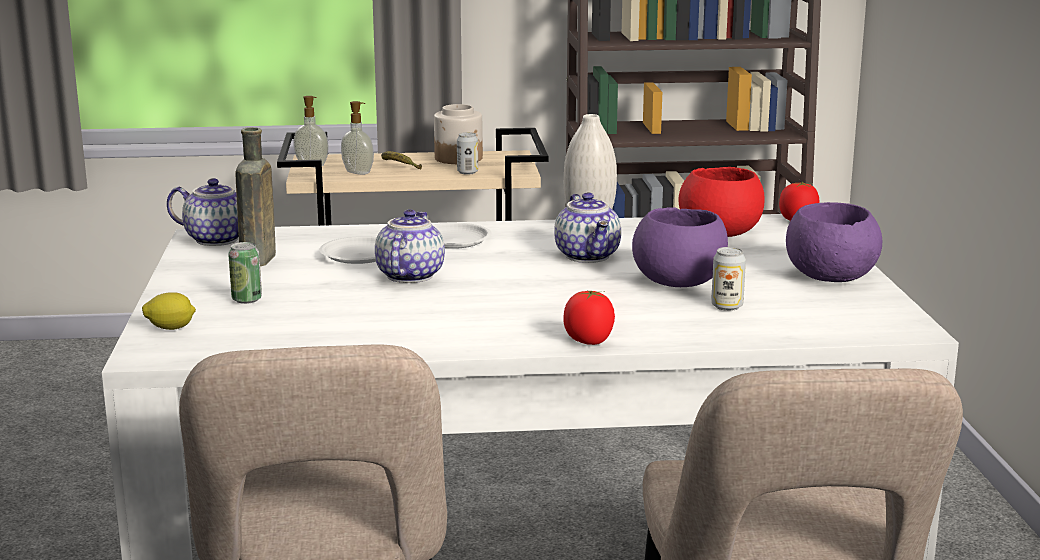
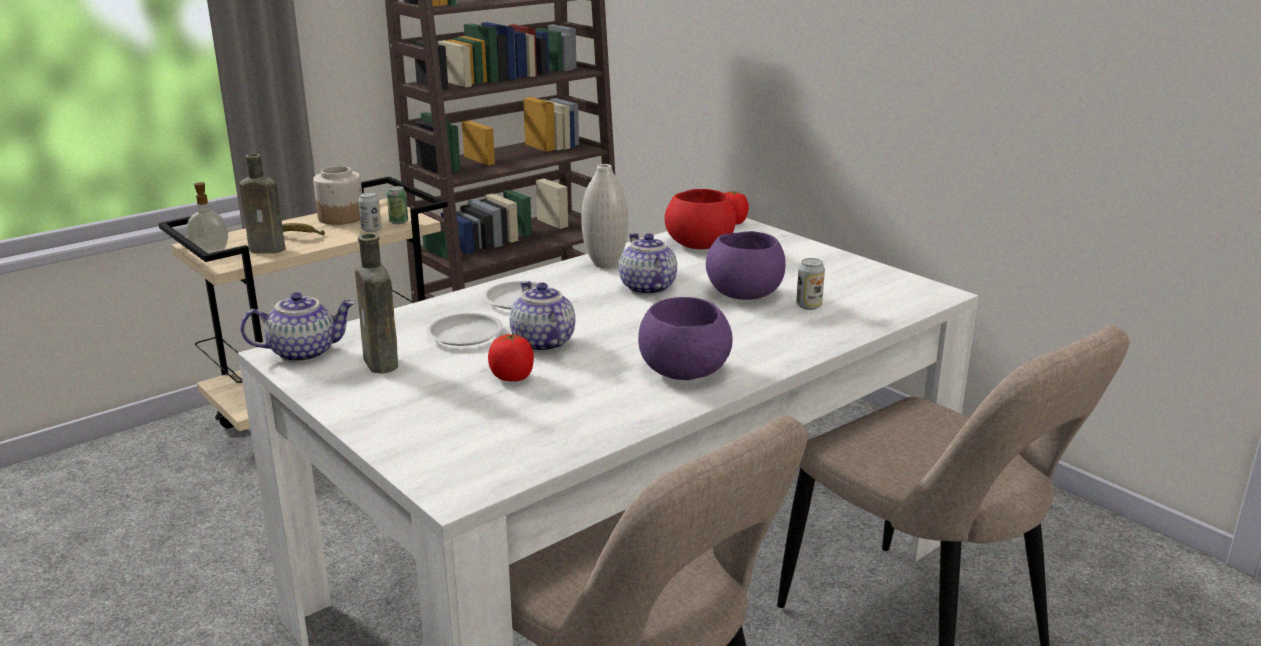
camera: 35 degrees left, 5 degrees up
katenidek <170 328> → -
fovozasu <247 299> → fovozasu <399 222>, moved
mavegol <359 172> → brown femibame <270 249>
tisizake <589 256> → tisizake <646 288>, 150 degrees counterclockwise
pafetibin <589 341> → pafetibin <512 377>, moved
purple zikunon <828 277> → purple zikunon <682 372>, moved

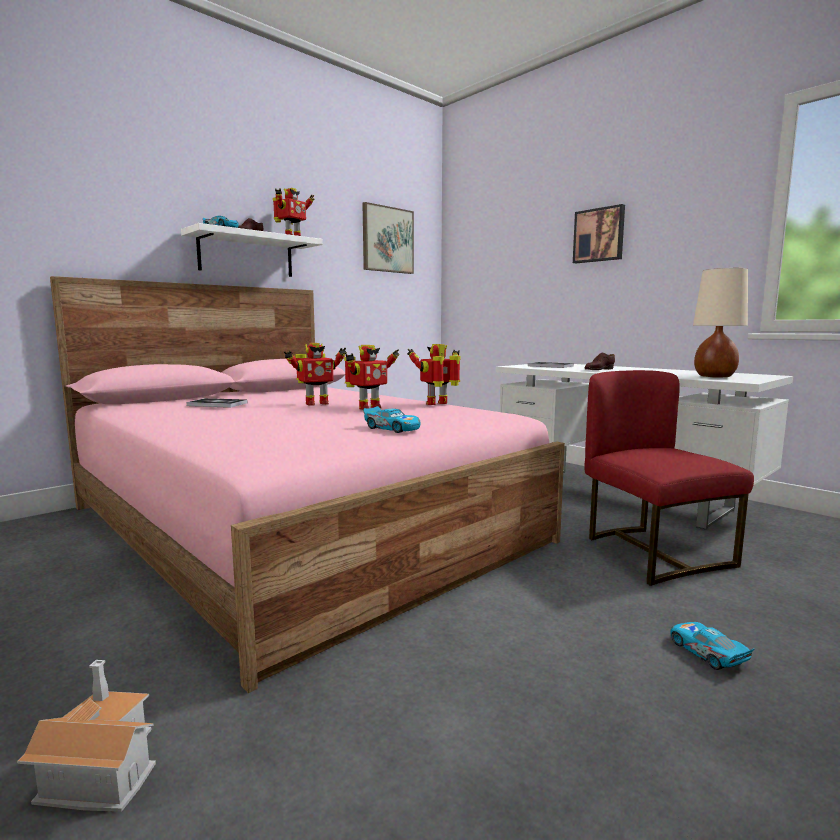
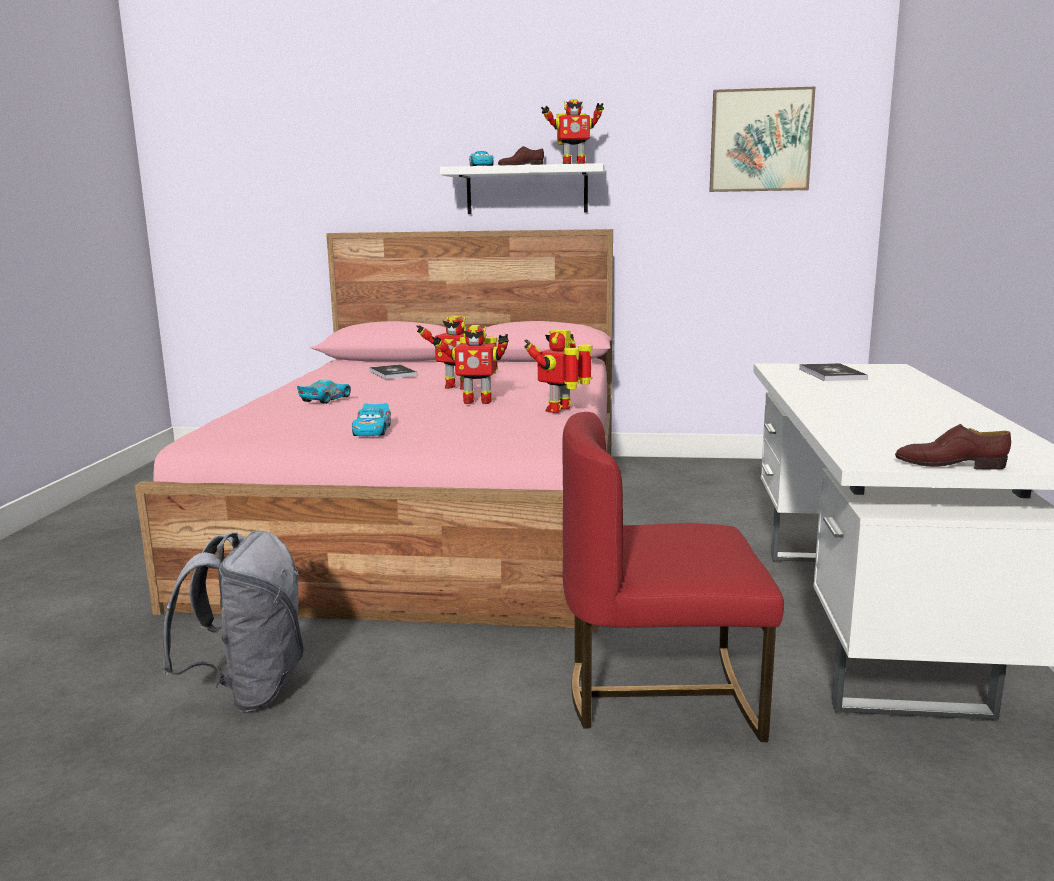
camera: 50 degrees right, 5 degrees up
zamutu <100 767> → -
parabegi <438 404> → parabegi <561 409>, 75 degrees counterclockwise
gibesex <599 235> → -
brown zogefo <598 369> → brown zogefo <949 465>, moved
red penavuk <653 553> → red penavuk <660 693>, 120 degrees counterclockwise
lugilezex <707 653> → lugilezex <326 399>, moved
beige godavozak <714 377> → -
- → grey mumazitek <249 690>

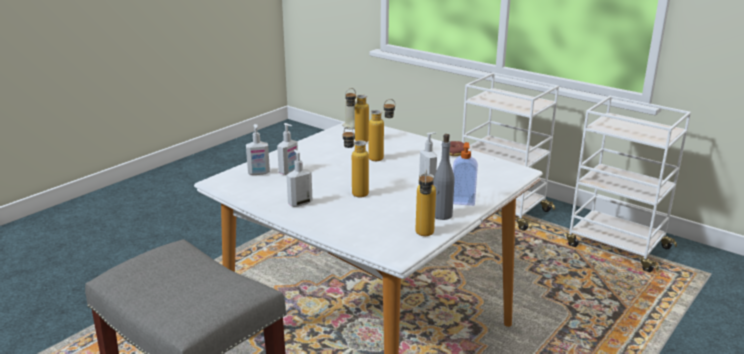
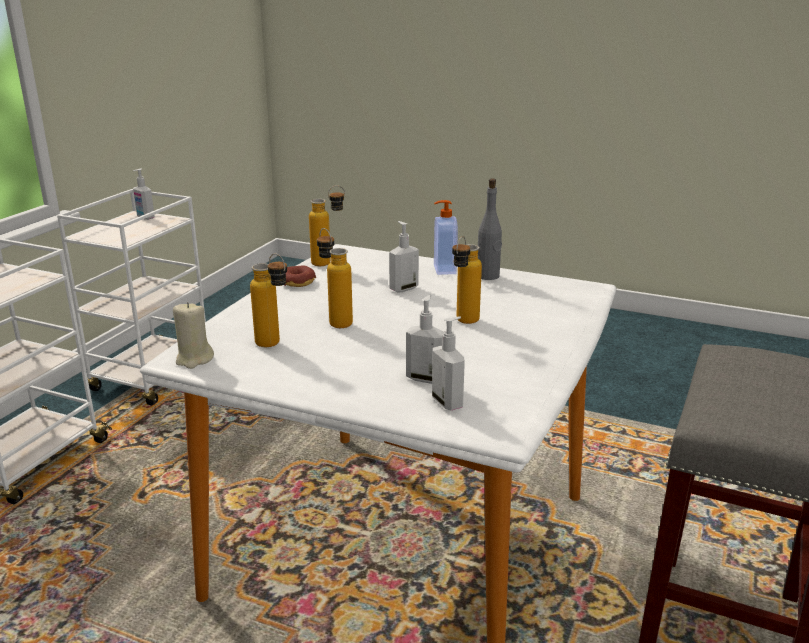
camera: 105 degrees left, 0 degrees up
mavegol <300 203> → mavegol <145 217>, moved
femibame <424 236> → femibame <329 263>, moved

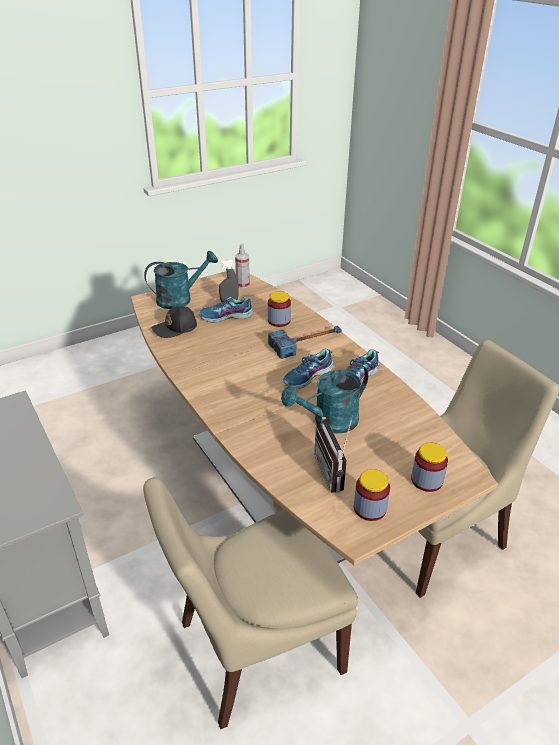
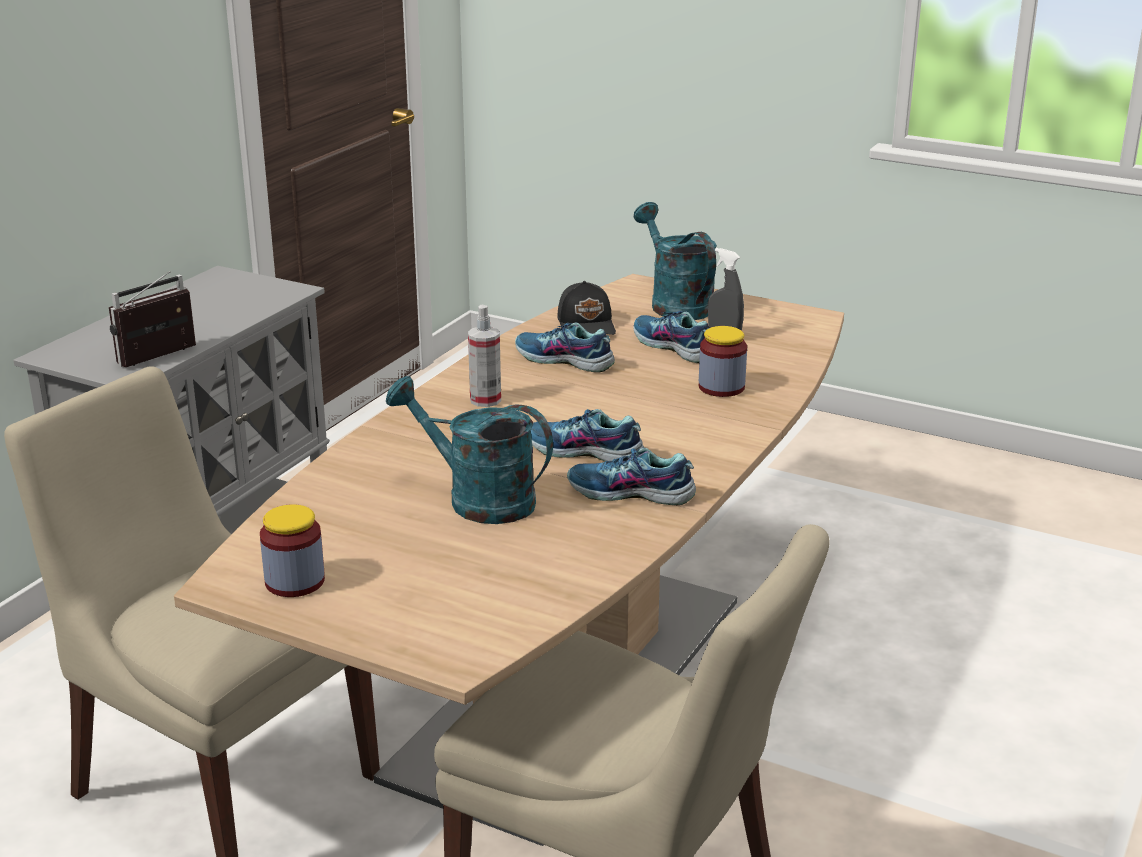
camera: 60 degrees right, 10 degrees down
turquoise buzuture <180 299> → turquoise buzuture <675 303>, 150 degrees counterclockwise
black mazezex <175 328> → black mazezex <587 325>, 135 degrees counterclockwise
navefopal <242 285> → navefopal <485 400>, moved
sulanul <307 343> → -
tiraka <335 472> → tiraka <161 359>, moved
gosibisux <426 480> → -
- → zogefo <564 360>

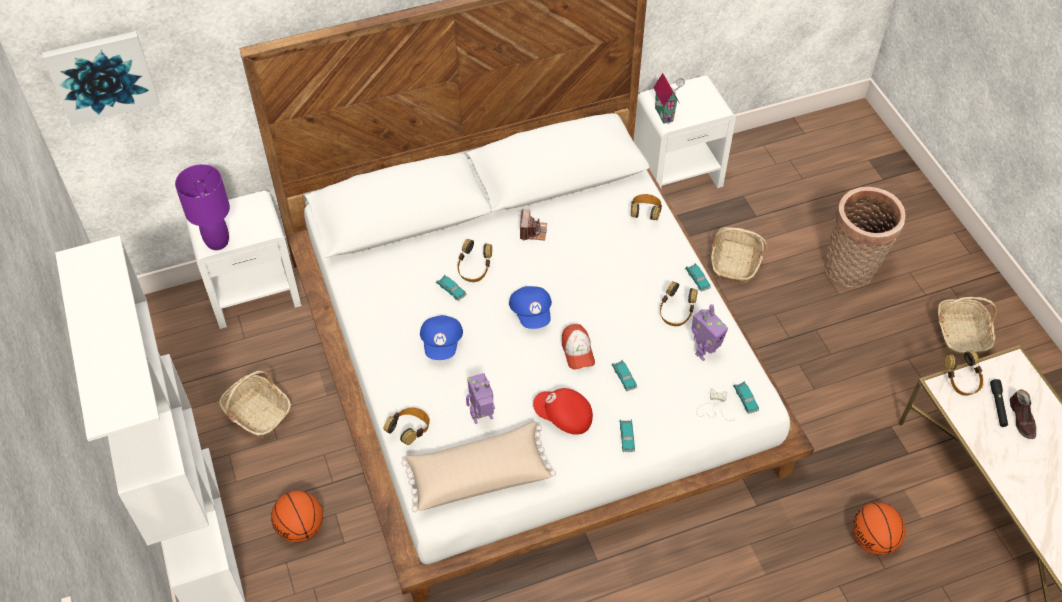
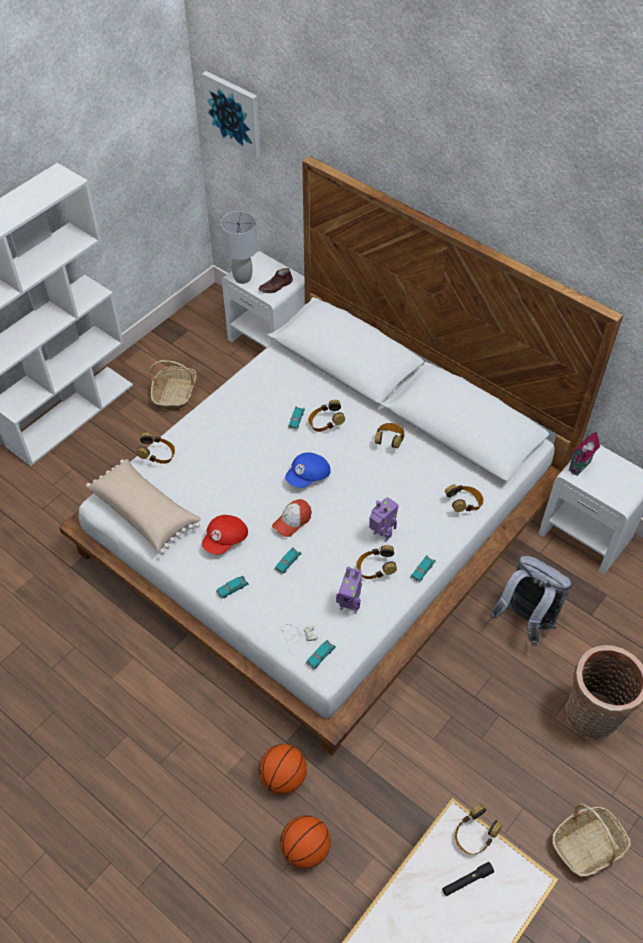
camera: 60 degrees right, 0 degrees up
purple godavozak <218 242> → grey godavozak <243 278>
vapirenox <301 528> → vapirenox <283 778>, moved
blue mazezex <442 343> → -
parabegi <482 417> → parabegi <381 535>, moved
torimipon <532 231> → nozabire <389 441>
red mazezex <563 417> → red mazezex <226 540>, 135 degrees counterclockwise
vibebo <735 262> → grey mumazitek <525 620>
brown zogefo <1022 419> → brown zogefo <276 286>, moved

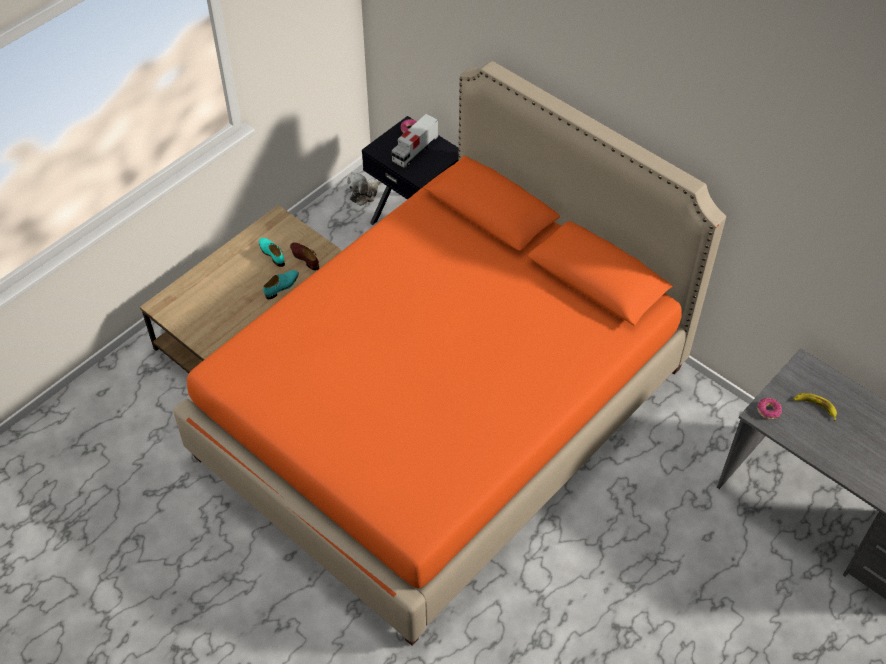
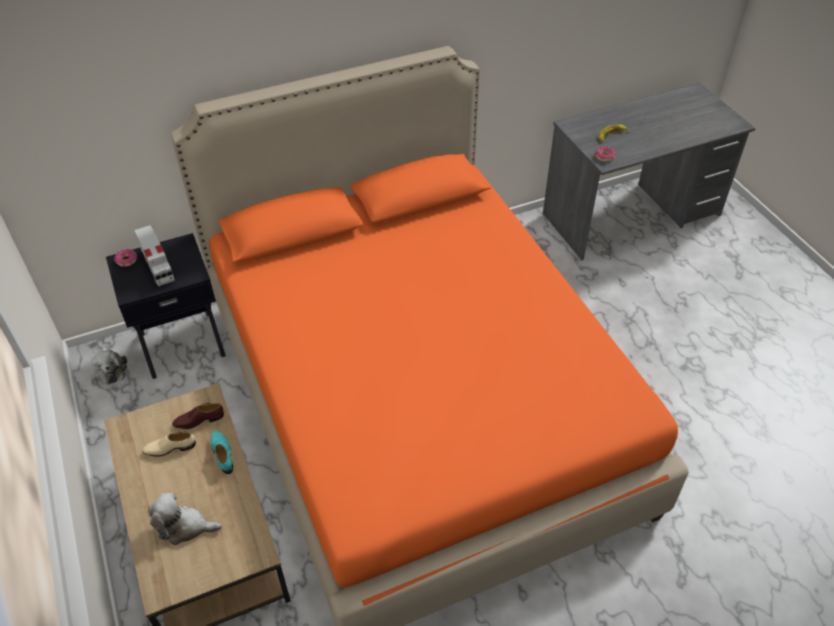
camera: 65 degrees left, 5 degrees down
turquoise zogefo <272 254> → beige zogefo <170 448>
- → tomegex <184 527>

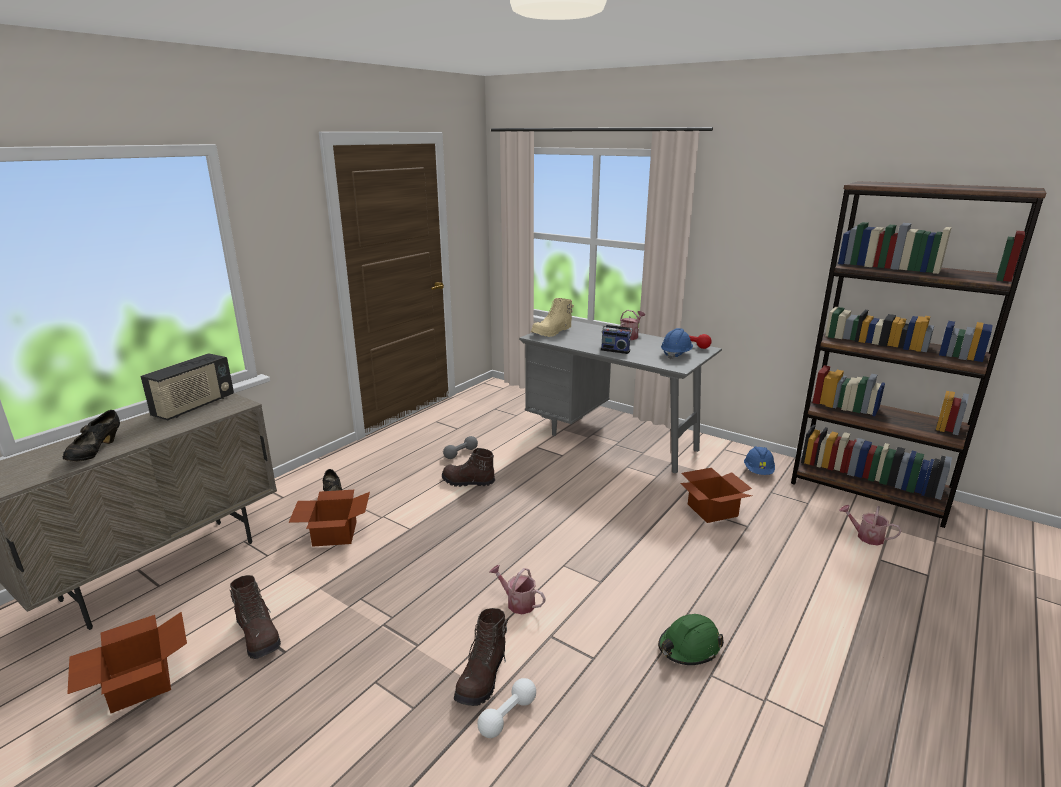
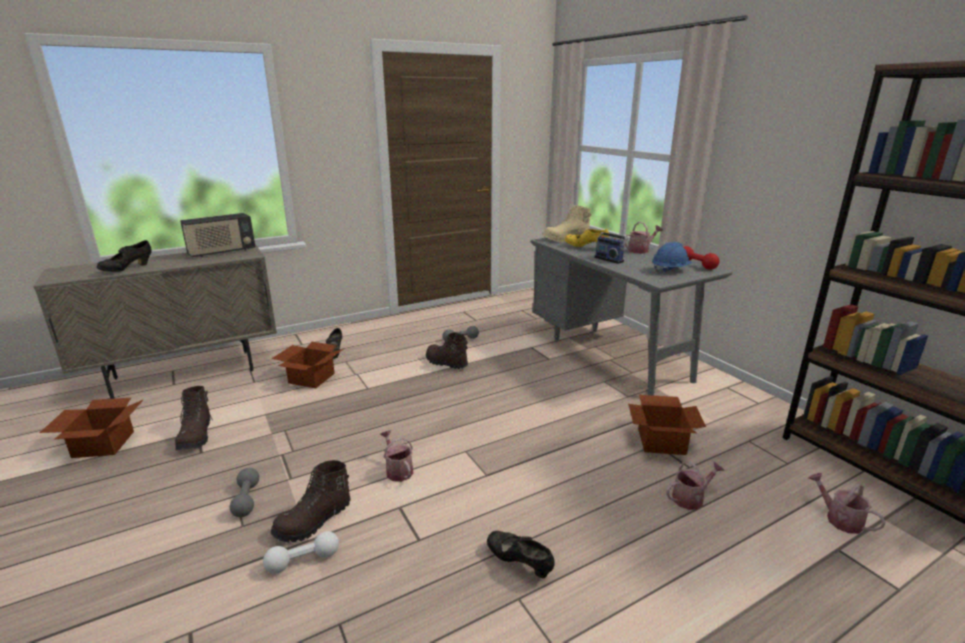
camera: 25 degrees right, 0 degrees up
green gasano <689 647> → black zogefo <519 563>
blue gasano <758 471> → -
- → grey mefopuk <246 500>
- → yellow zogefo <585 247>
- → buzuture <691 498>

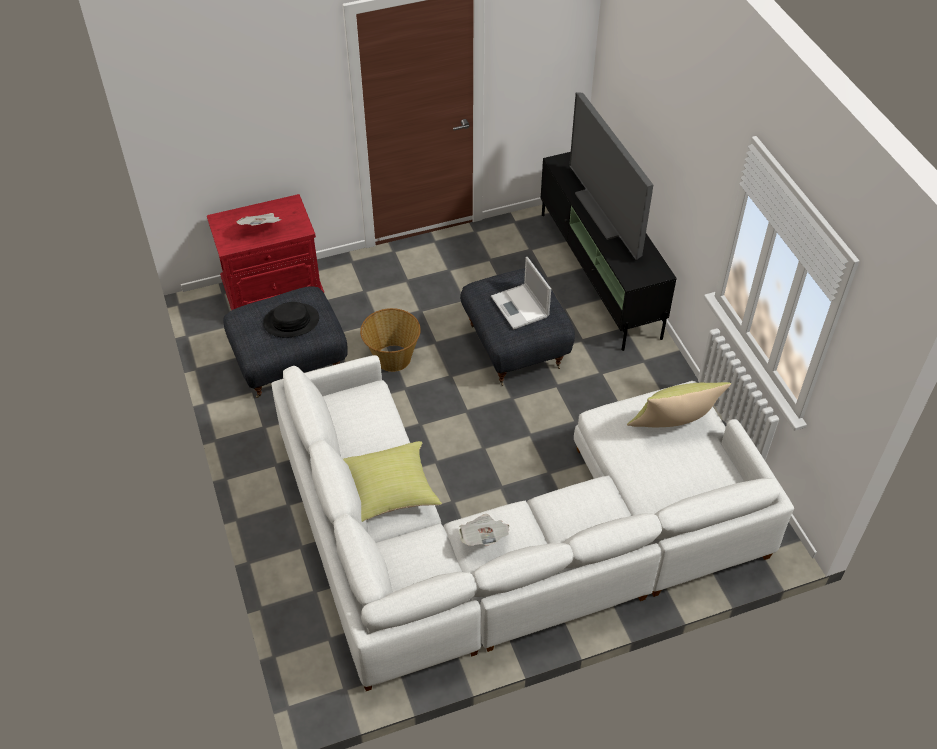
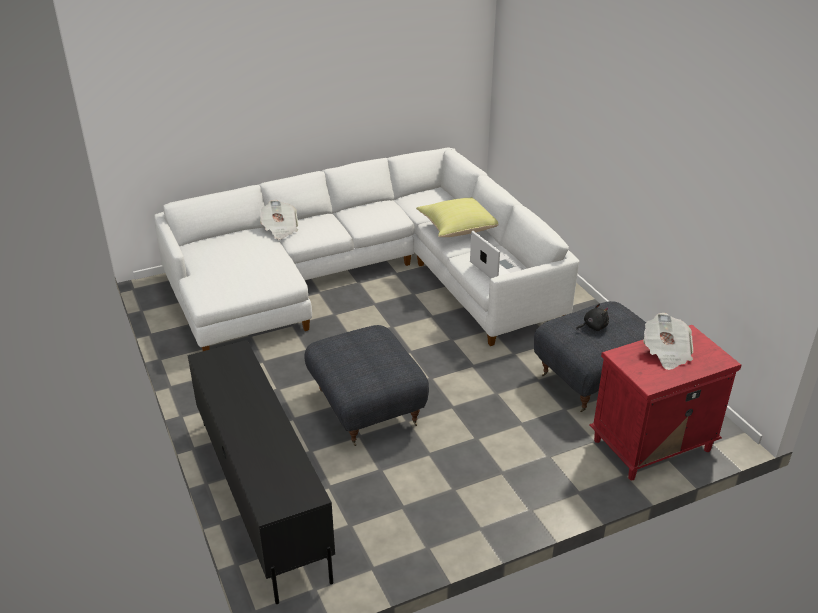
camera: 175 degrees right, 15 degrees down
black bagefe <291 321> → black tomegex <593 326>
vibebo <392 358> → -
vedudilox <483 537> → vedudilox <280 229>, moved
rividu <520 307> → rividu <497 268>, moved
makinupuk <607 212> → -
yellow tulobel <672 426> → -

